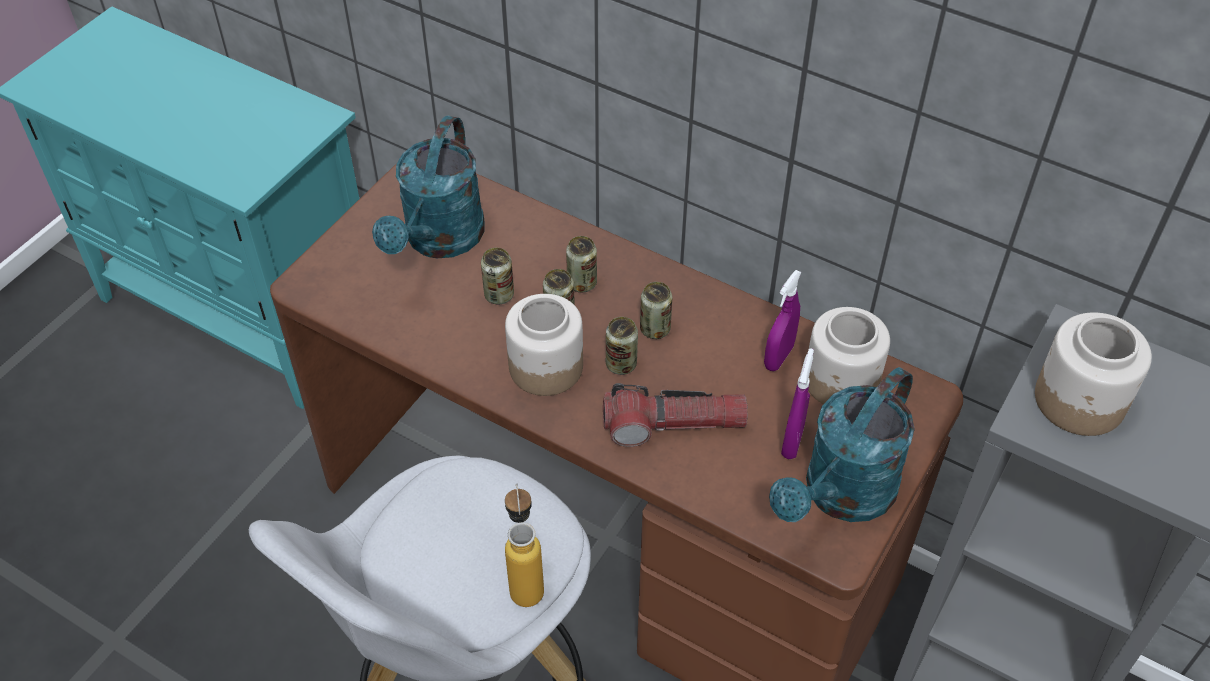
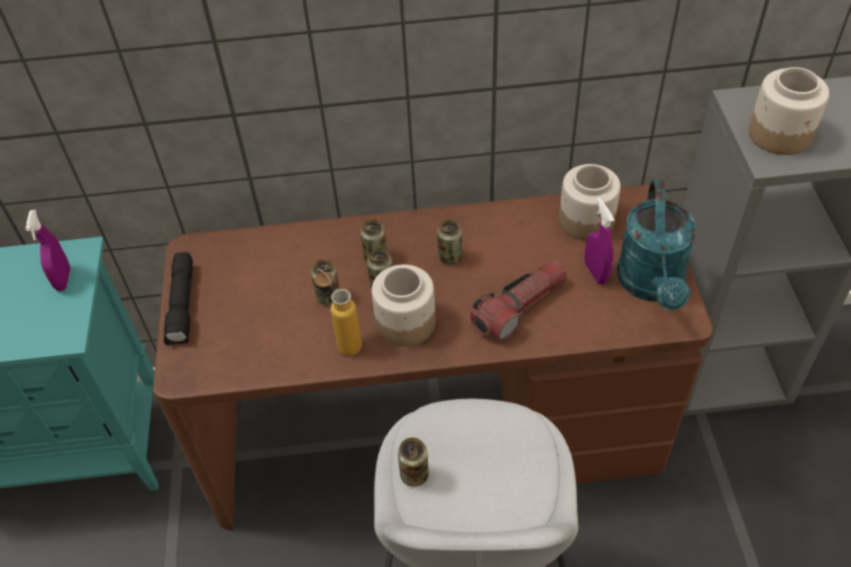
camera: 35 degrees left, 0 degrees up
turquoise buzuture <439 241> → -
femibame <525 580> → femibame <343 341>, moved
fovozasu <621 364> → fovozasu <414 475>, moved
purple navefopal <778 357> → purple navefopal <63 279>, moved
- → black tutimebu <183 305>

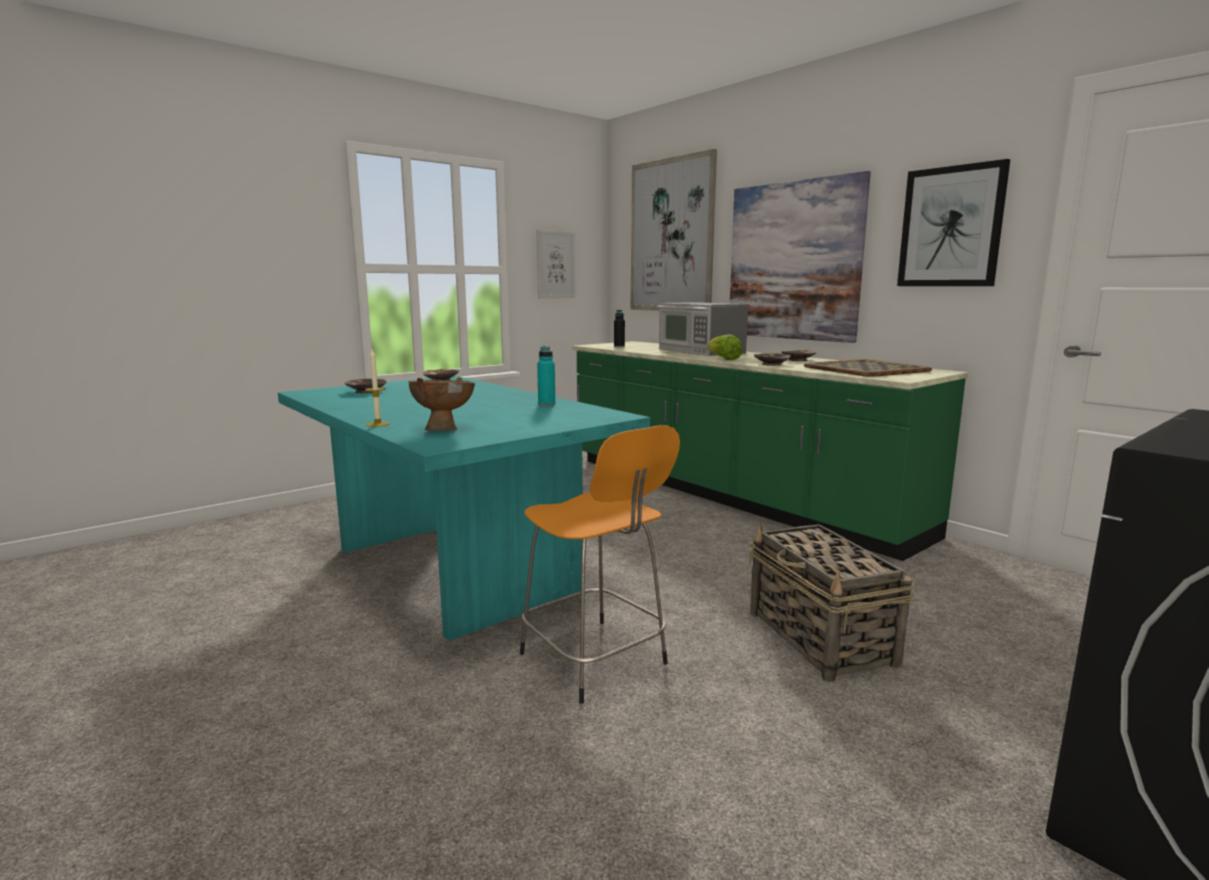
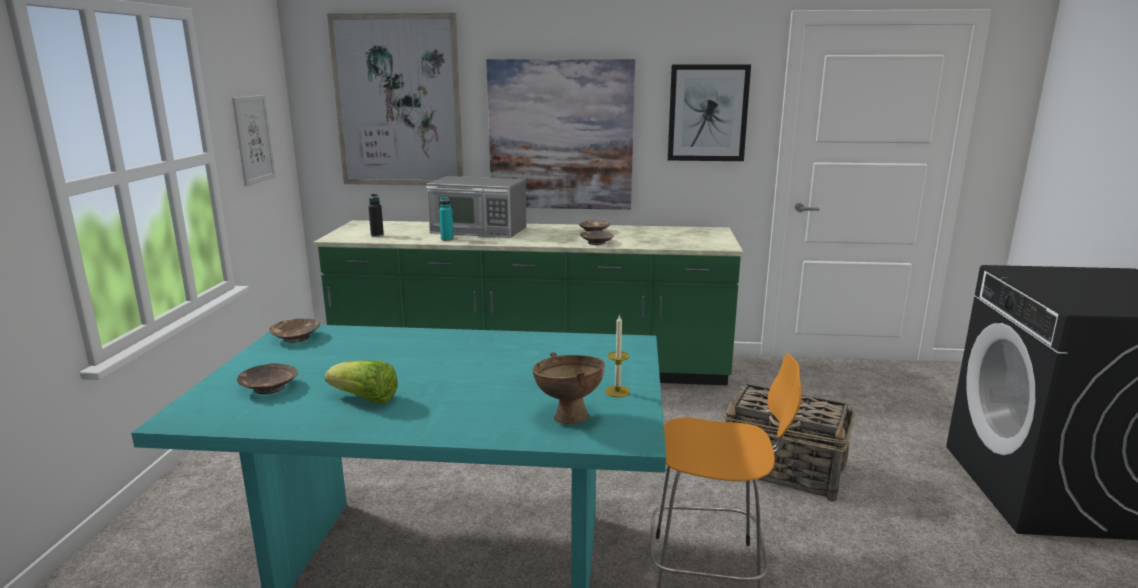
camera: 45 degrees left, 5 degrees up
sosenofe <378 424> → sosenofe <617 391>, moved
turquoise femibame <546 404> → turquoise femibame <447 239>, moved
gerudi <723 359> → gerudi <365 399>, moved
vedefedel <865 369> → -

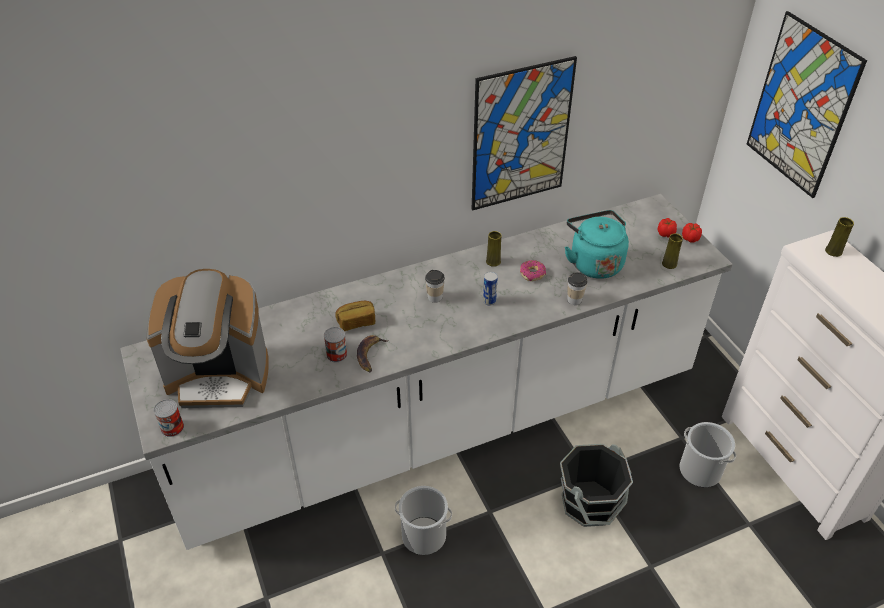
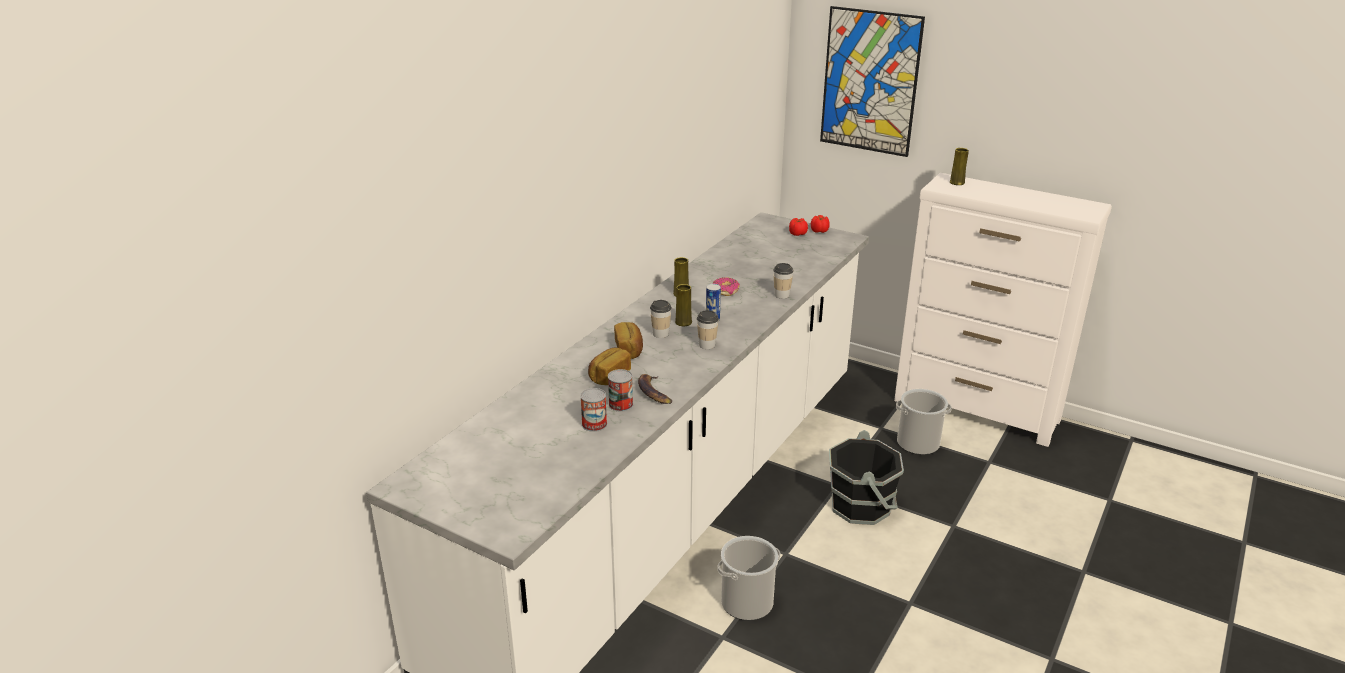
camera: 35 degrees left, 15 degrees down
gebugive <219 376> → -
fovozasu <172 427> → fovozasu <594 424>, moved
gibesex <521 135> → -
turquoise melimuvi <593 262> → -
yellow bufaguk <669 264> → yellow bufaguk <683 322>, moved
- → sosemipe <629 350>
- → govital <707 345>

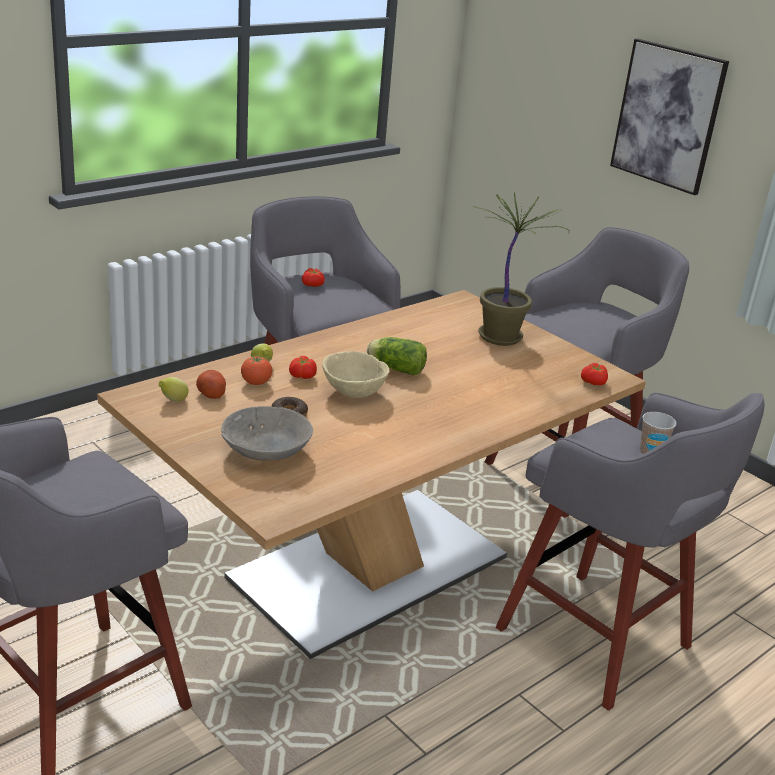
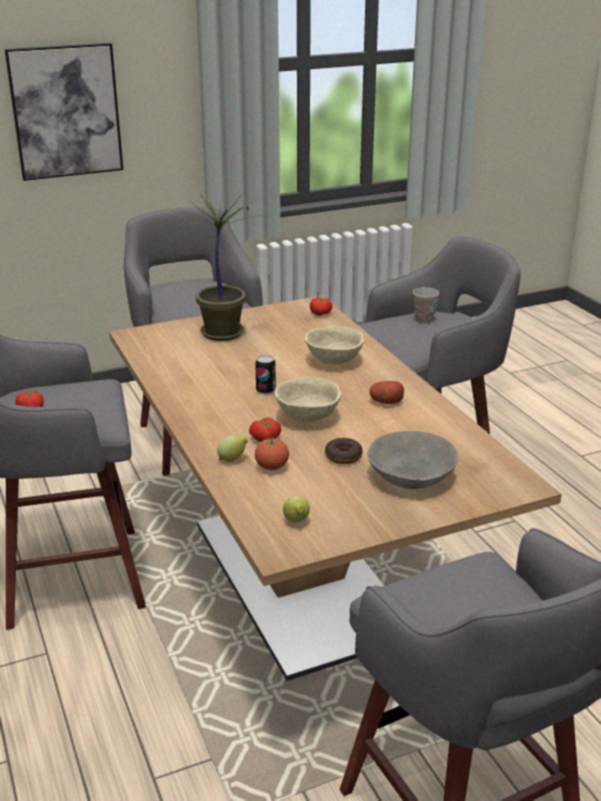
camera: 70 degrees left, 0 degrees up
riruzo <211 393> → riruzo <386 402>, moved
gerudi <394 368> → fovozasu <266 390>
- → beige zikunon <333 361>

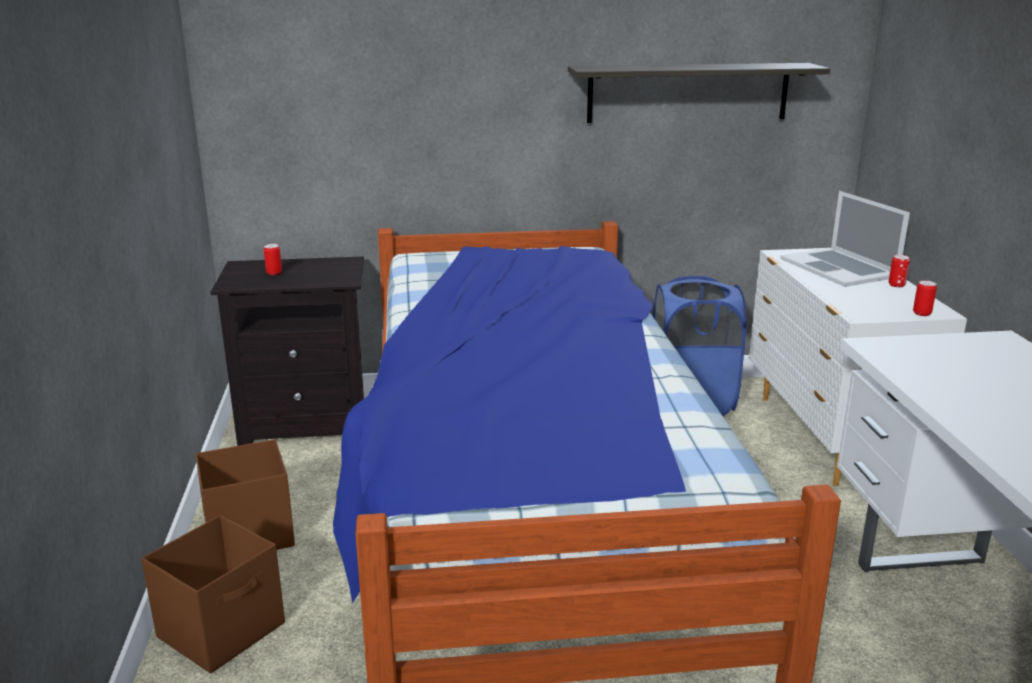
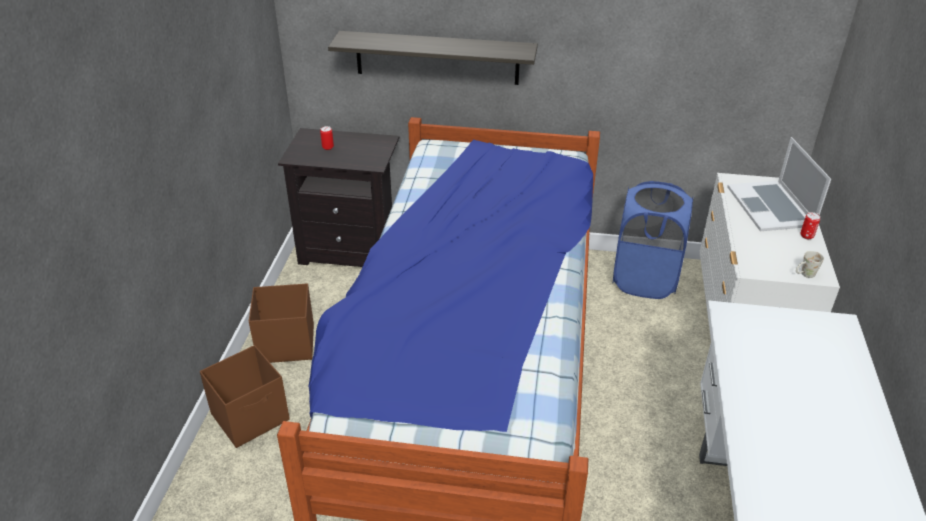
camera: 15 degrees right, 15 degrees up
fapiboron <688 92> → fapiboron <437 58>, moved
fovozasu <922 313> → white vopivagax <804 275>

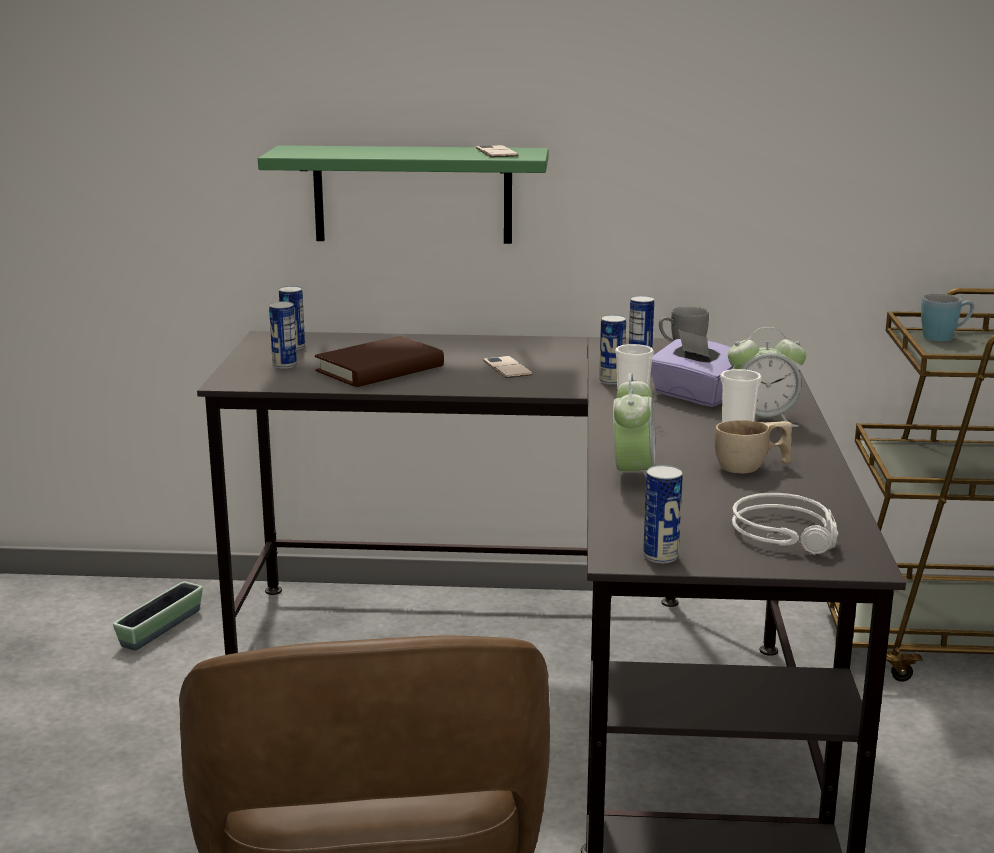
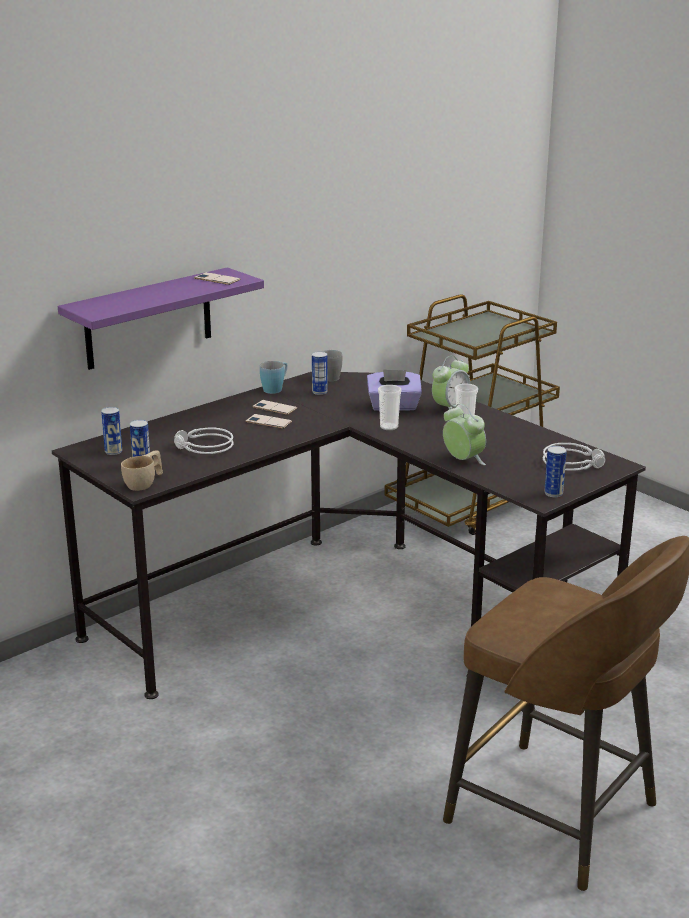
camera: 45 degrees left, 5 degrees up
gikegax <161 628> → -
green fapiboron <413 194> → purple fapiboron <148 319>
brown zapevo <380 369> → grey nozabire <203 447>
fovozasu <611 381> → -
beige govital <752 467> → beige govital <145 483>, moved
blue vopivagax <944 337> → blue vopivagax <275 388>, moved
- → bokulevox <274 408>

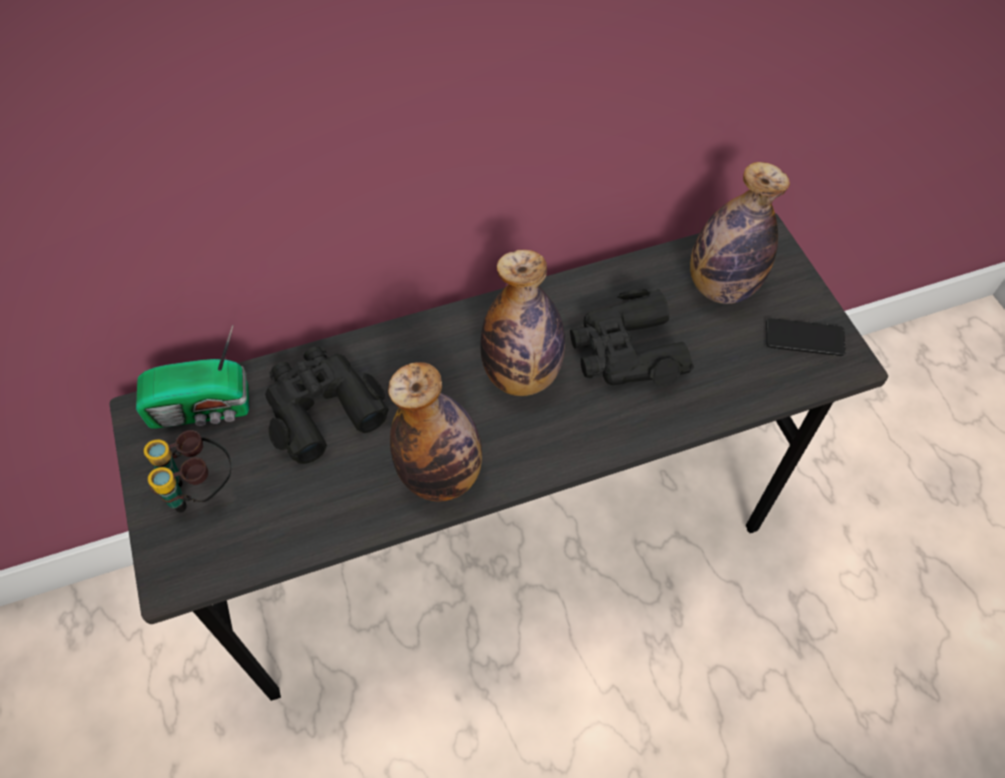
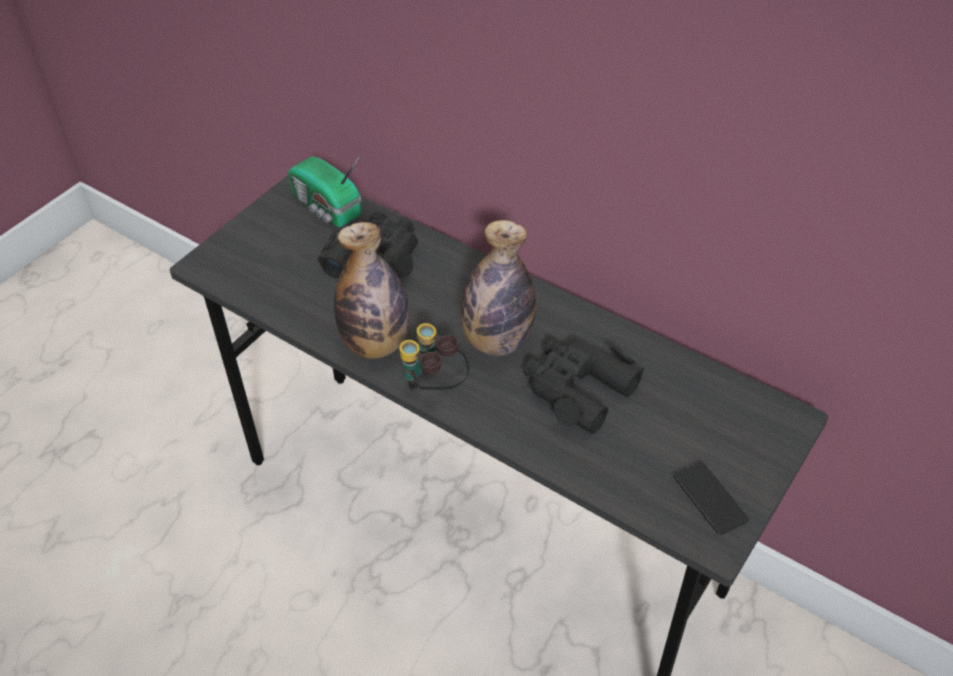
camera: 55 degrees right, 10 degrees down
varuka <200 490> → varuka <434 387>, moved
femibame <721 287> → -

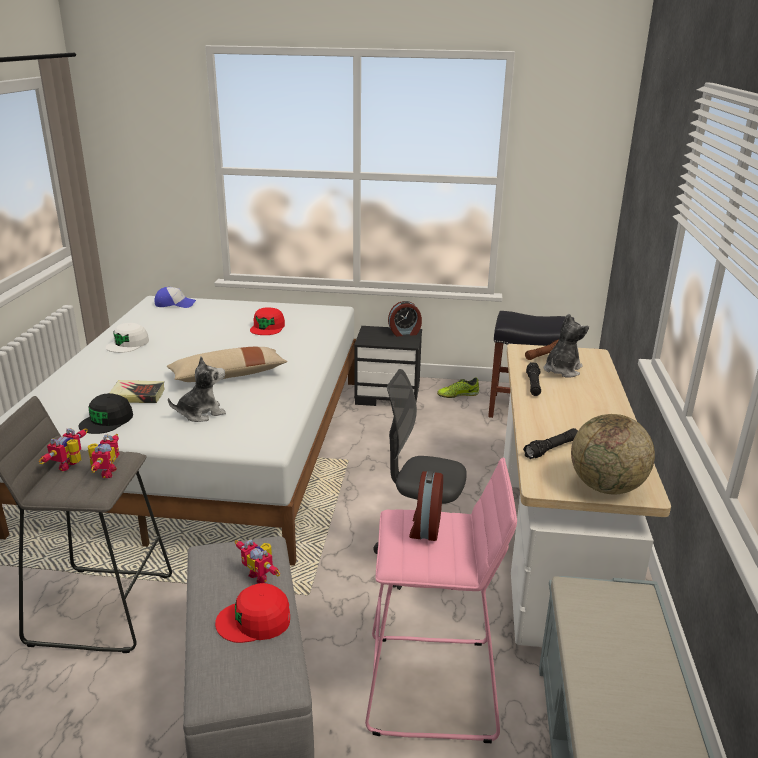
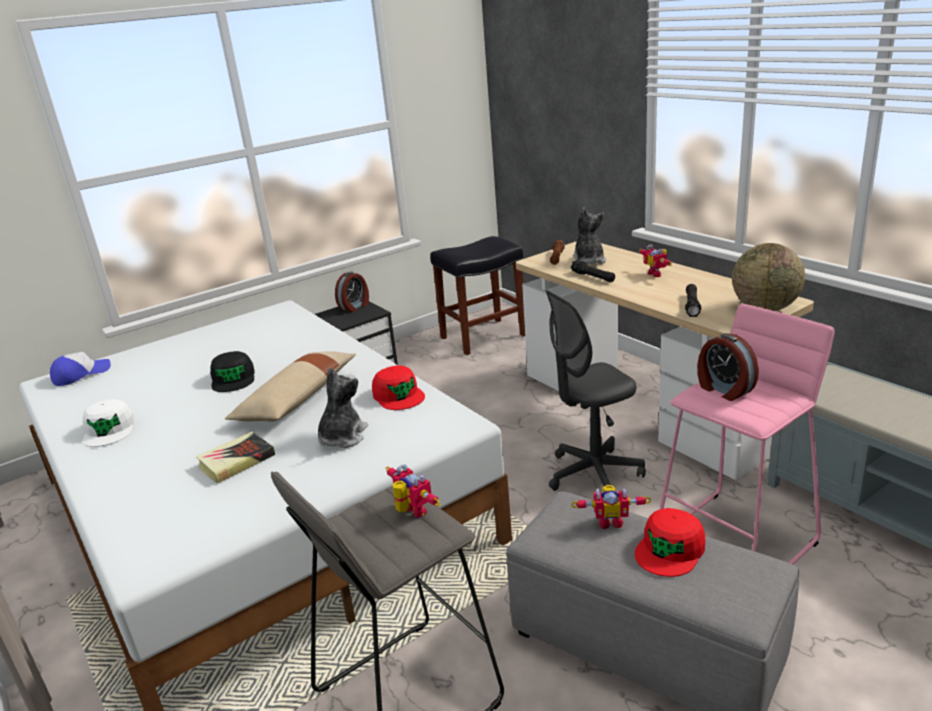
camera: 40 degrees left, 0 degrees up
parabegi <71 466> → parabegi <657 274>, moved
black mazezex <107 420> → black mazezex <233 379>, moved
red mazezex <267 327> → red mazezex <398 395>, moved
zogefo <457 395> → -

